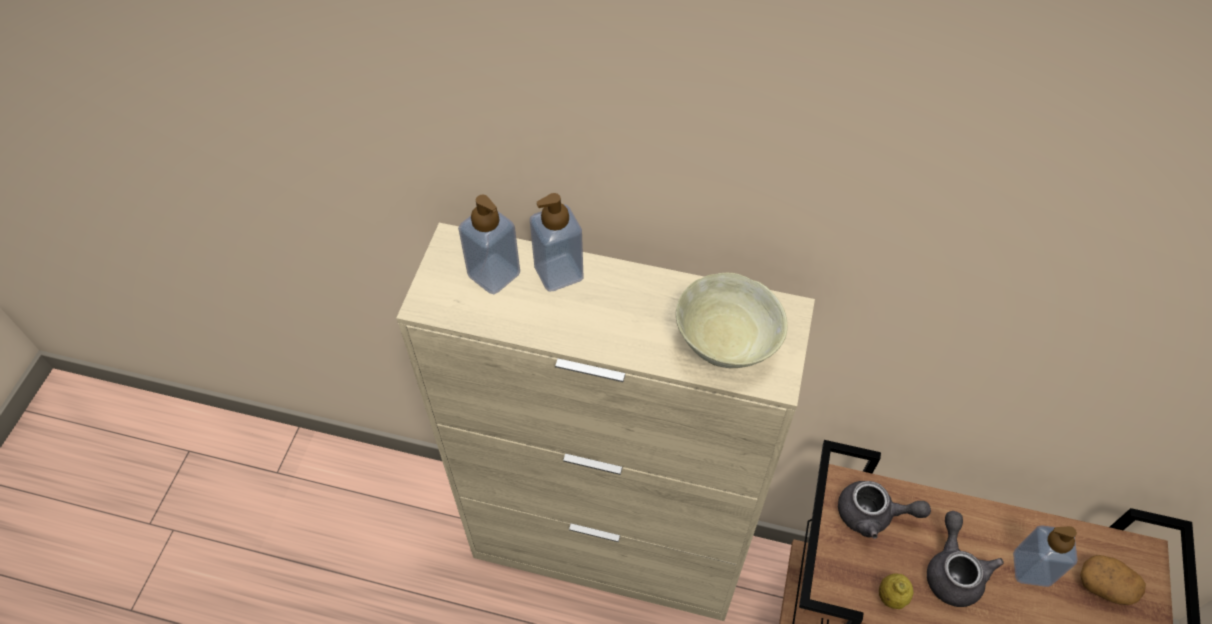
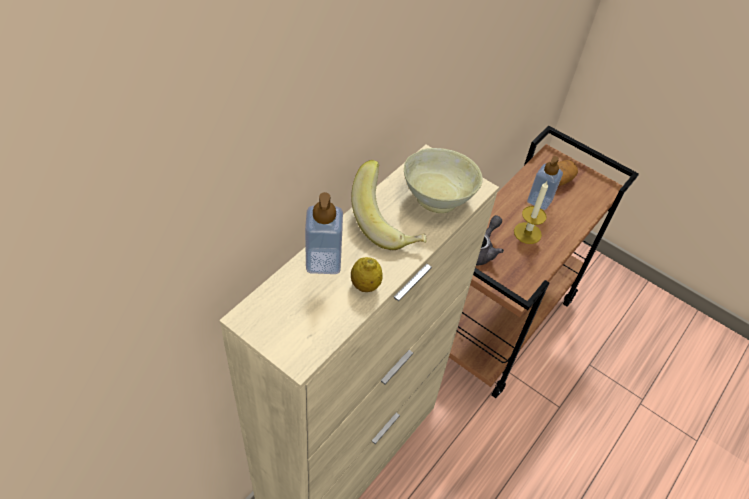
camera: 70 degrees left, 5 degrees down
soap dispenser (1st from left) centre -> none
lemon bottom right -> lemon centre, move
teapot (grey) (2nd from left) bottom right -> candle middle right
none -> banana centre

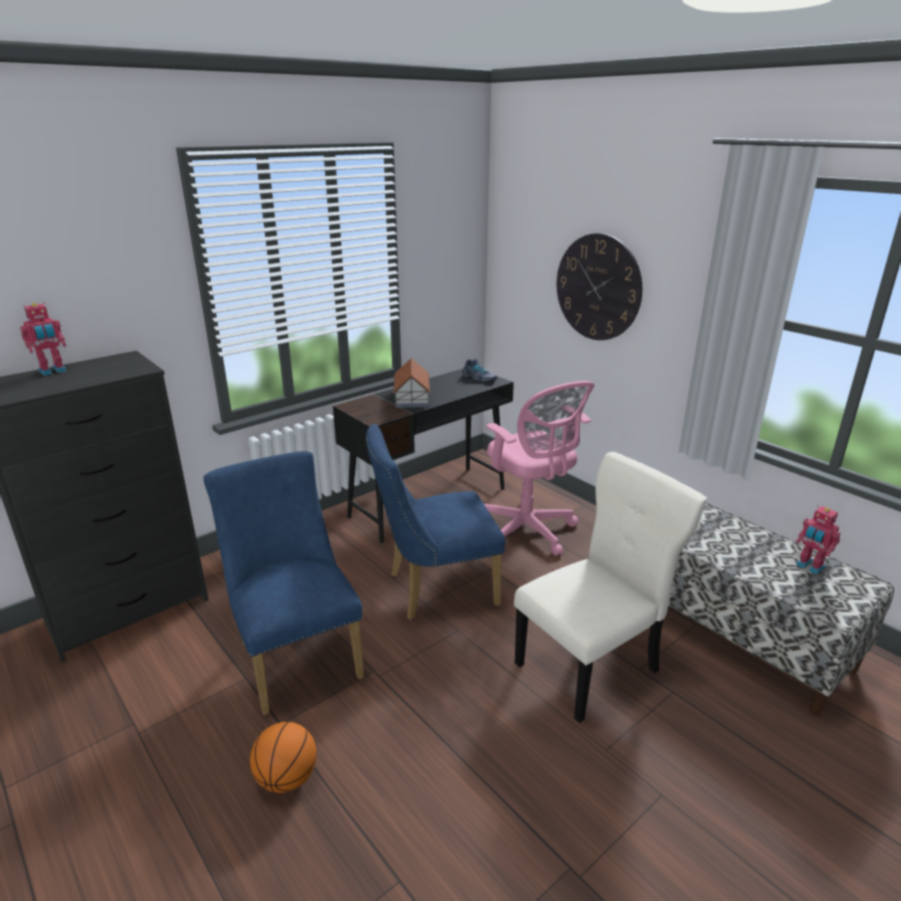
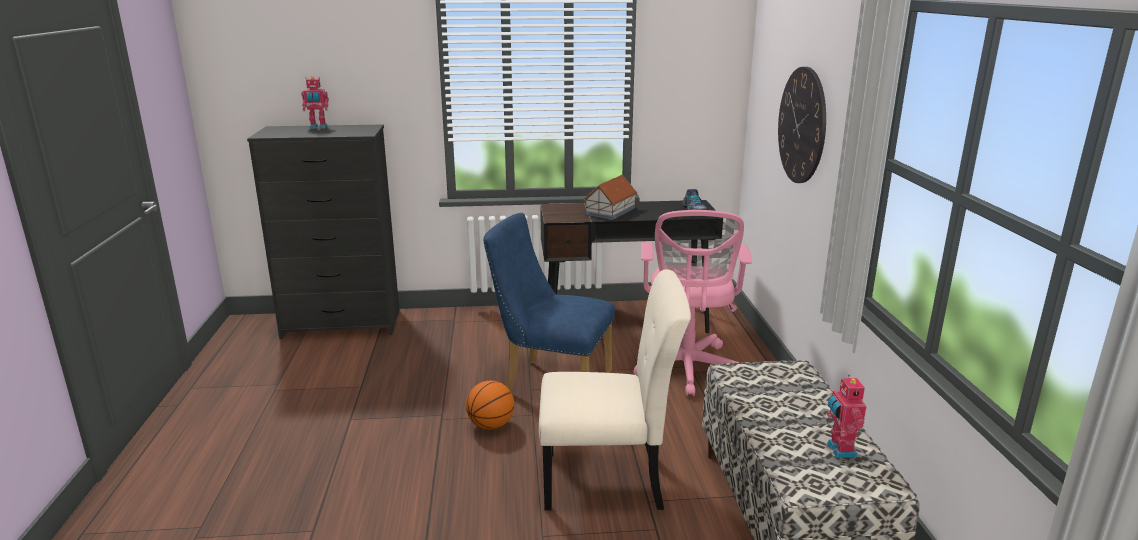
camera: 35 degrees right, 5 degrees down
chair (blue) (1st from left) middle left -> none
basketball bottom left -> basketball bottom centre, move

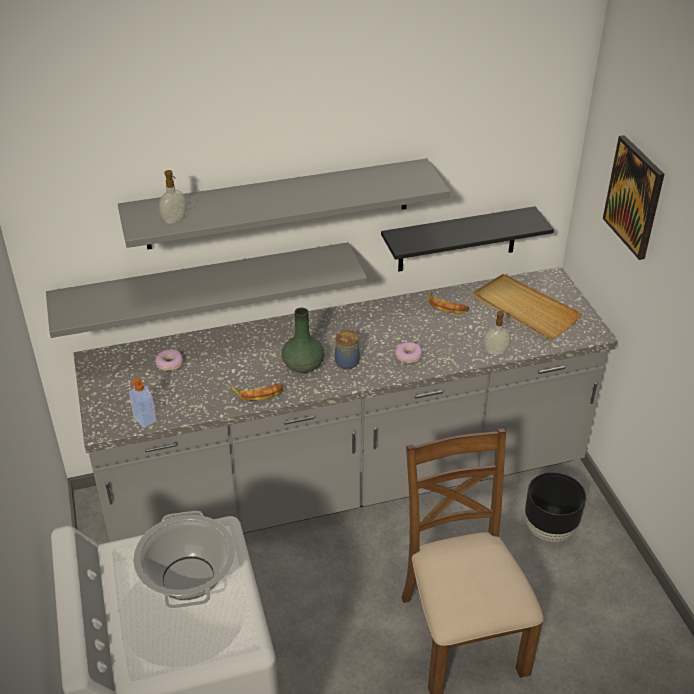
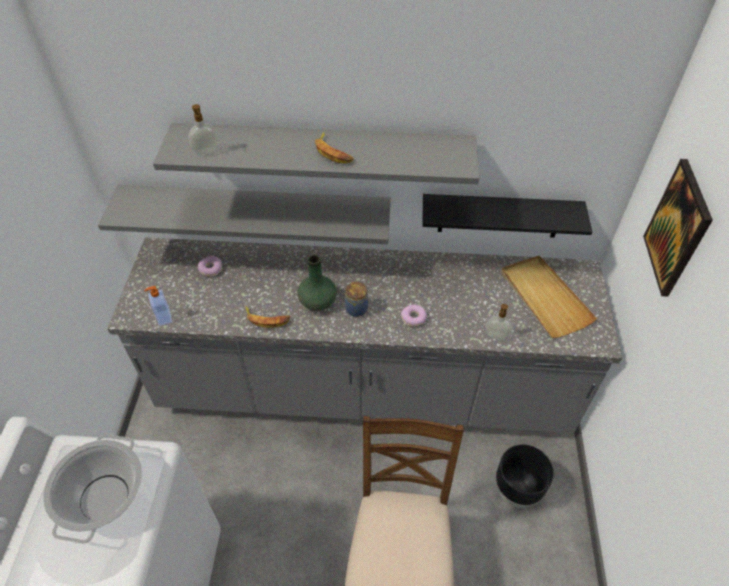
camera: 20 degrees right, 10 degrees up
banana (2nd from left) centre -> banana (2nd from left) top centre, move

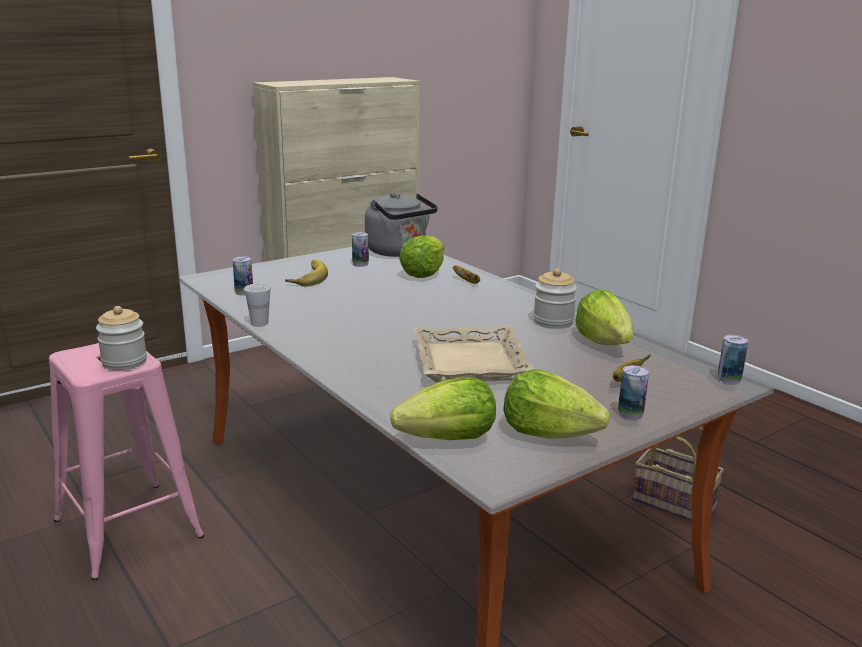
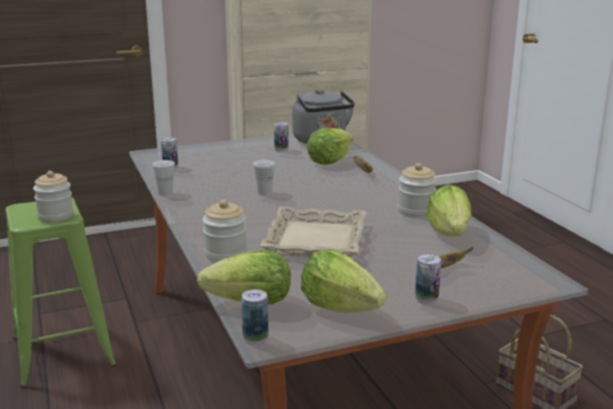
camera: 15 degrees right, 0 degrees up
stool (pink) bottom left -> stool (green) bottom left
banana (1st from left) centre -> none
can (4th from left in the first image) middle right -> can (2nd from left) bottom centre, move
none -> jar (2nd from left) centre
none -> cup (white) (2nd from left) centre

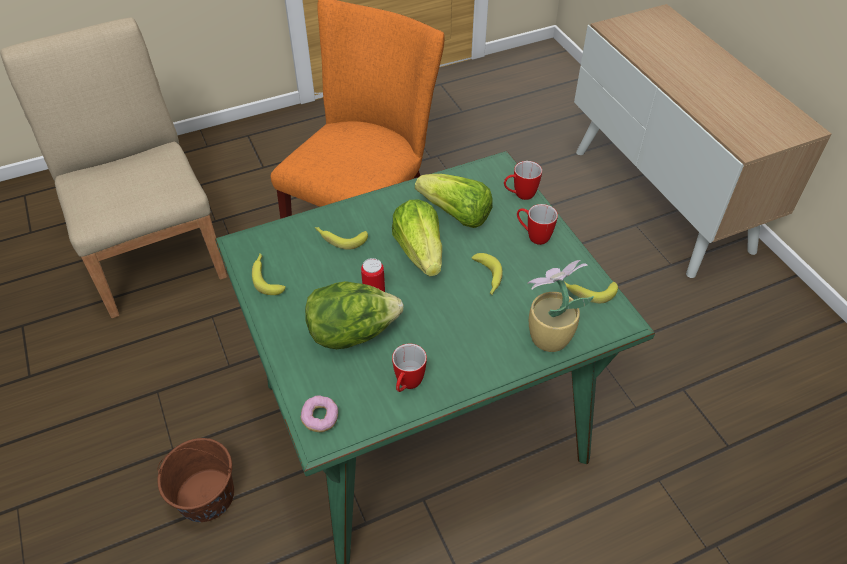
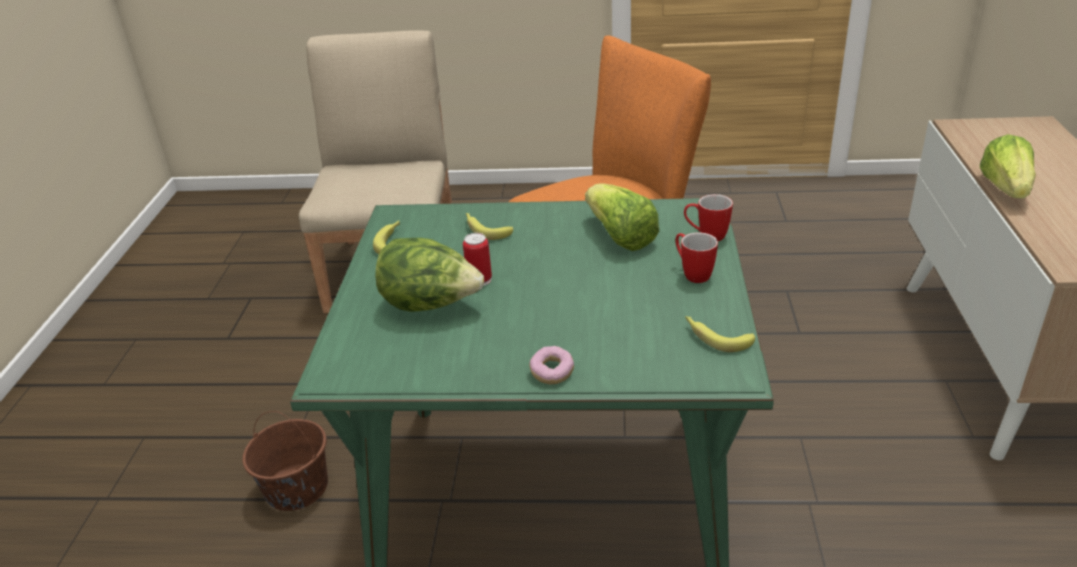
camera: 30 degrees right, 15 degrees down
donut bottom centre -> donut centre, move
lettuce (2nd from left in the first image) centre -> lettuce (3rd from left) top right, move
mug (1st from left) centre -> none
banana (3rd from left) centre -> none
potted plant centre -> none

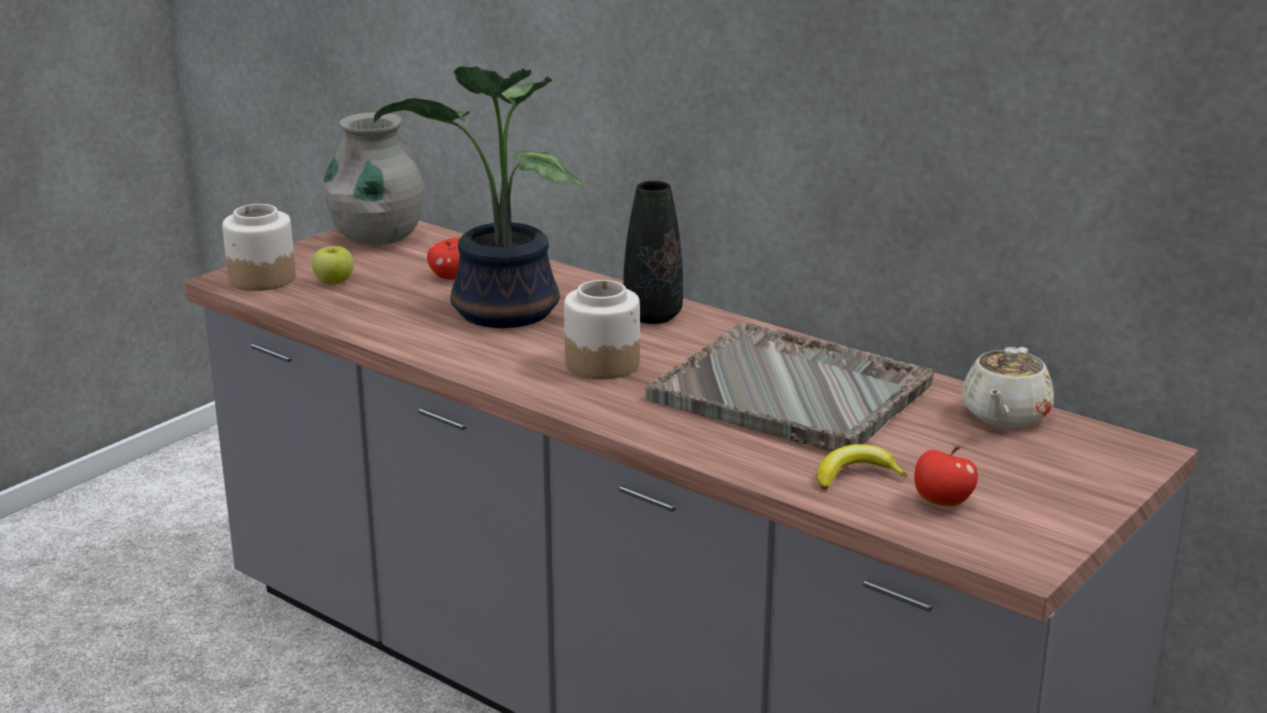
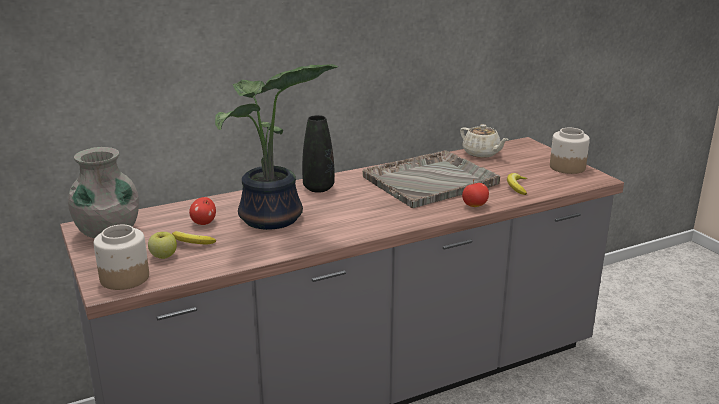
camera: 65 degrees left, 0 degrees up
jar (2nd from left) centre -> jar (2nd from left) middle right, move
apple (3rd from left) bottom right -> apple (3rd from left) centre, move
none -> banana (1st from left) middle left

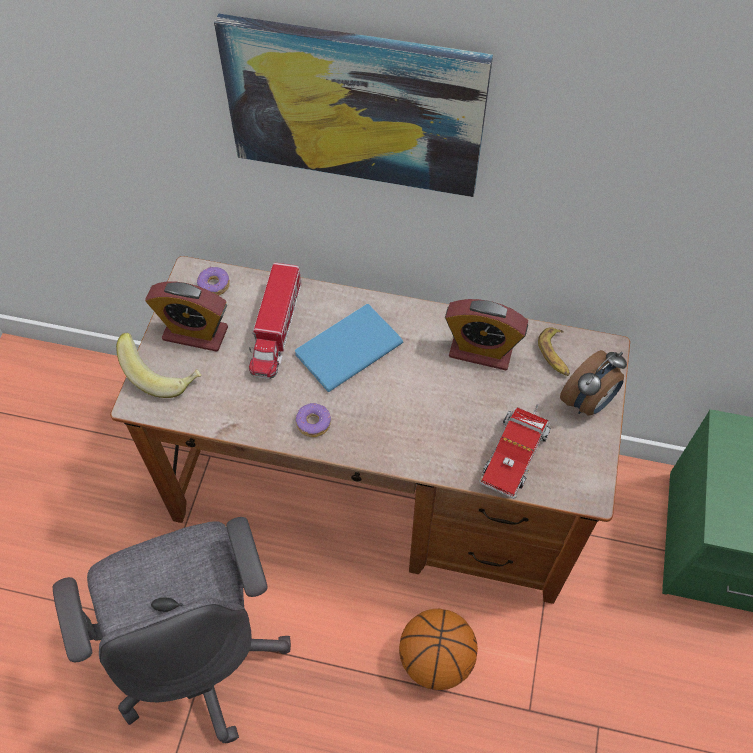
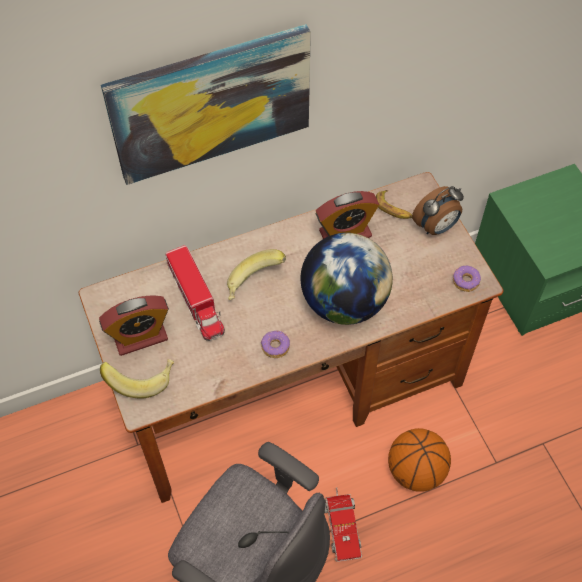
camera: 35 degrees left, 0 degrees up
donut (1st from left in the first image) middle left -> donut (2nd from left) middle right, move
book (blue) centre -> banana (2nd from left) centre
toy truck (2nd from left) middle right -> toy truck (2nd from left) bottom centre, move
alarm clock (3rd from left) middle right, 45 degrees clockwise
none -> globe centre

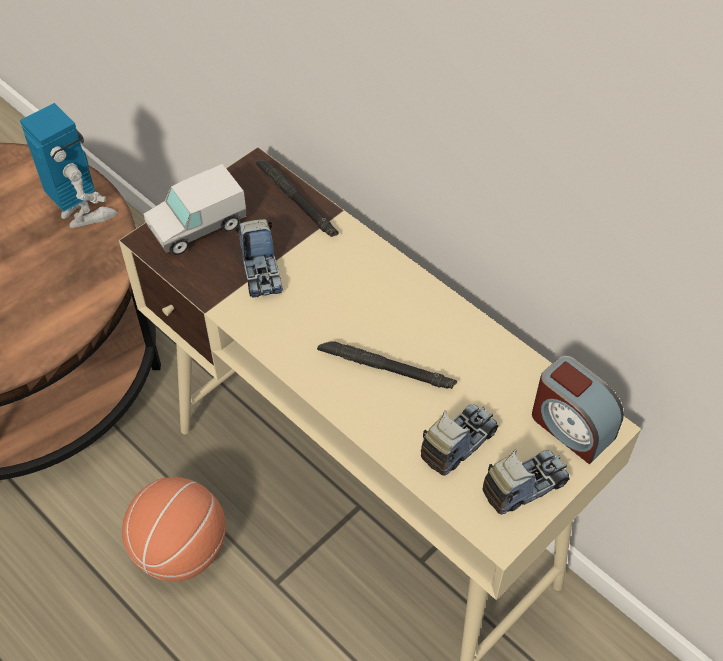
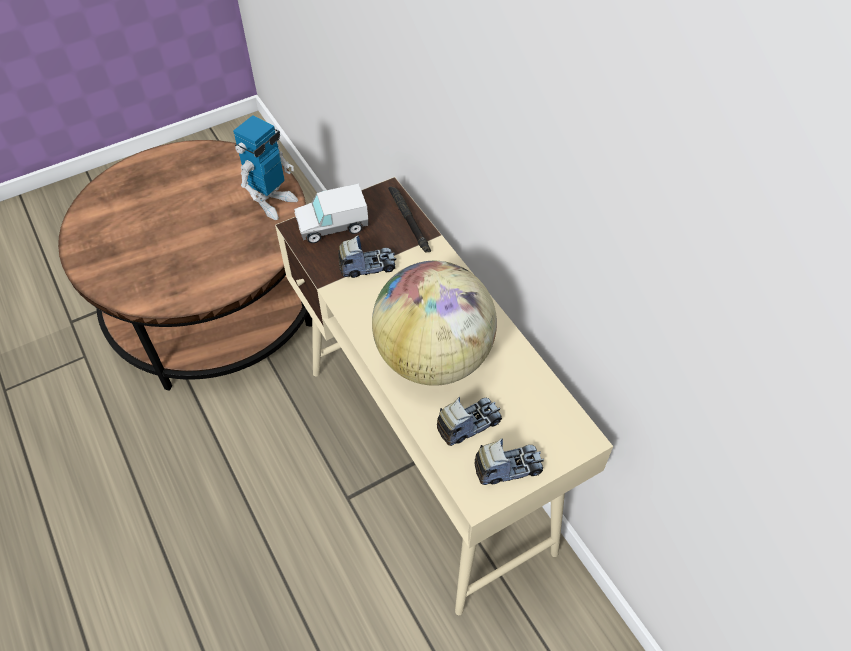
camera: 15 degrees right, 0 degrees up
toy robot top left, 60 degrees clockwise
basketball bottom left -> none
toy truck (2nd from left) centre, 105 degrees counterclockwise
flashlight (black) (2nd from left) centre -> globe centre
alarm clock middle right -> none

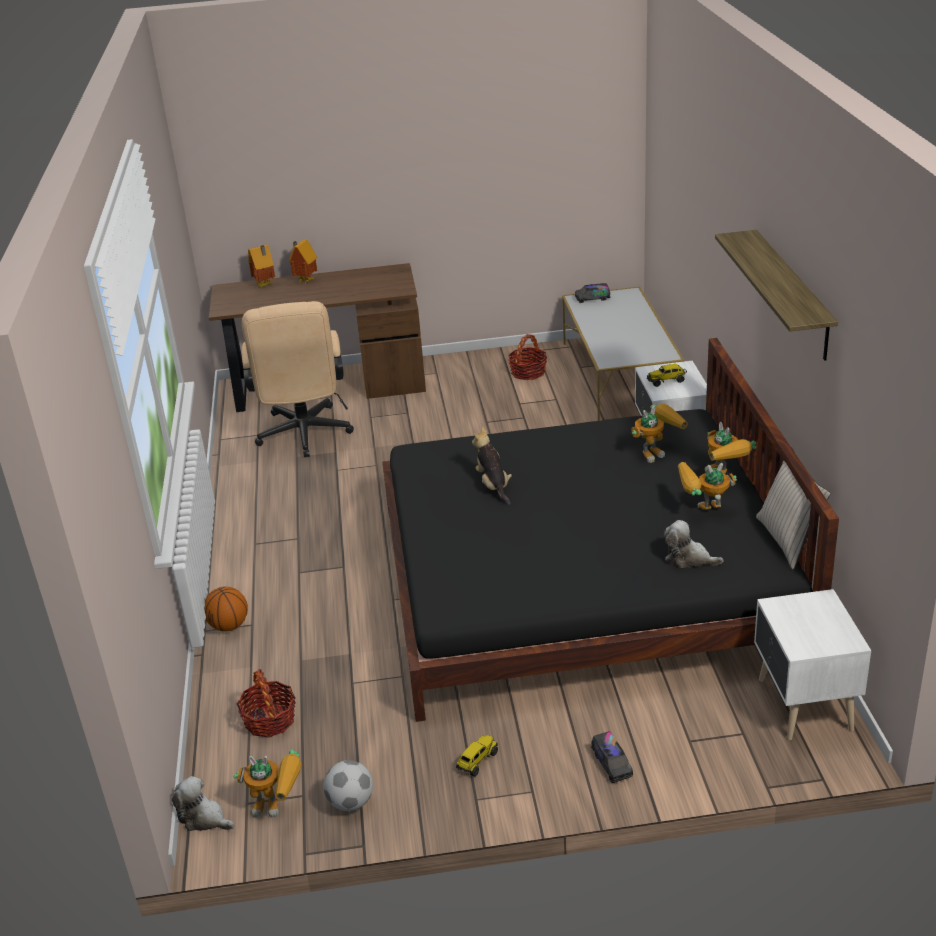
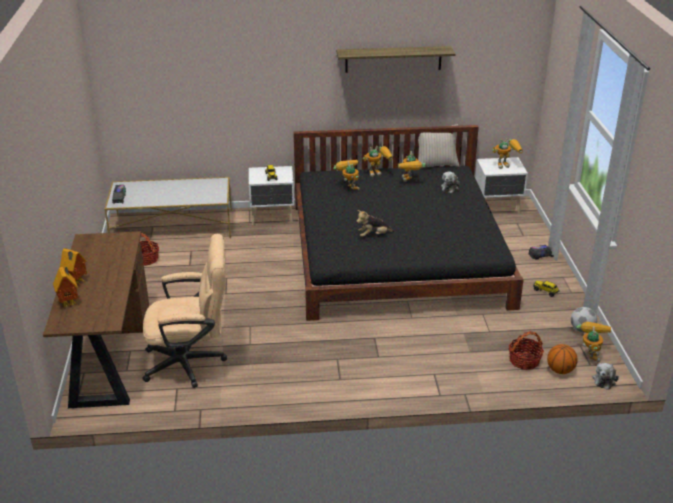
camera: 90 degrees left, 0 degrees up
basketball middle left -> basketball bottom right, move
none -> toy robot (4th from left) top right

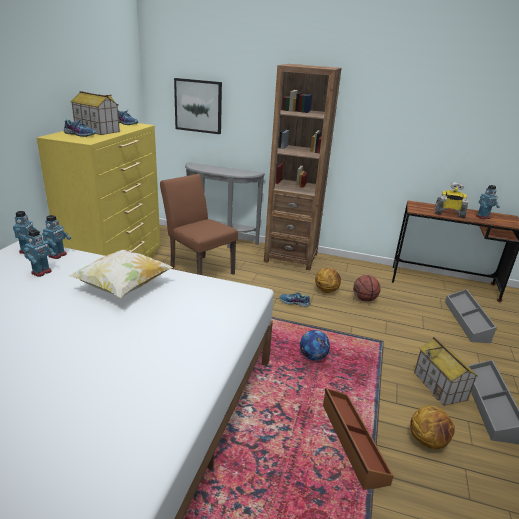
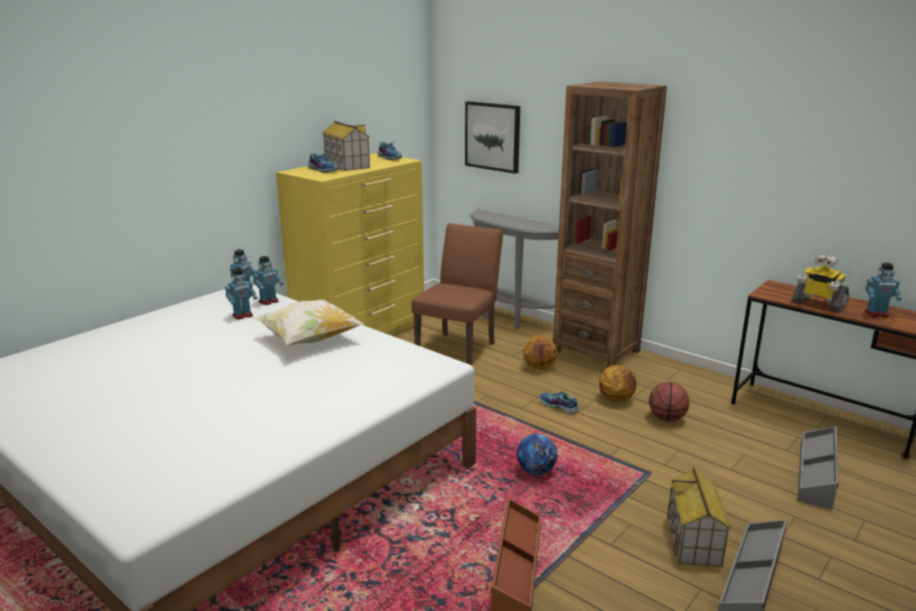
camera: 25 degrees right, 5 degrees down
chair (brown) centre, 45 degrees clockwise
basketball (3rd from left in the first image) bottom right -> basketball (1st from left) centre, move

